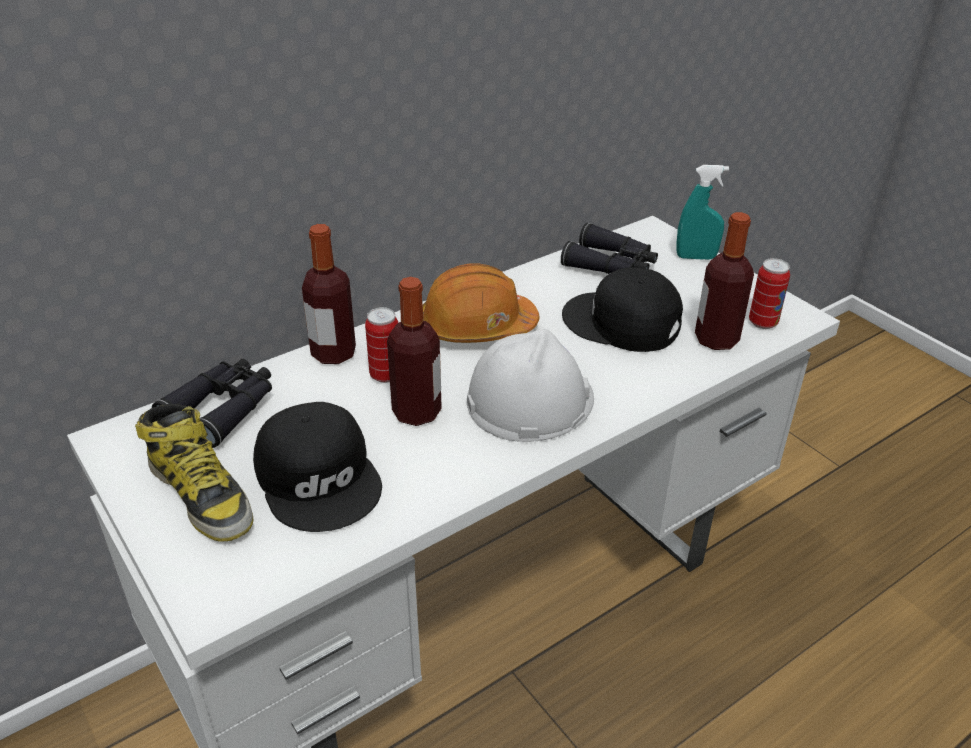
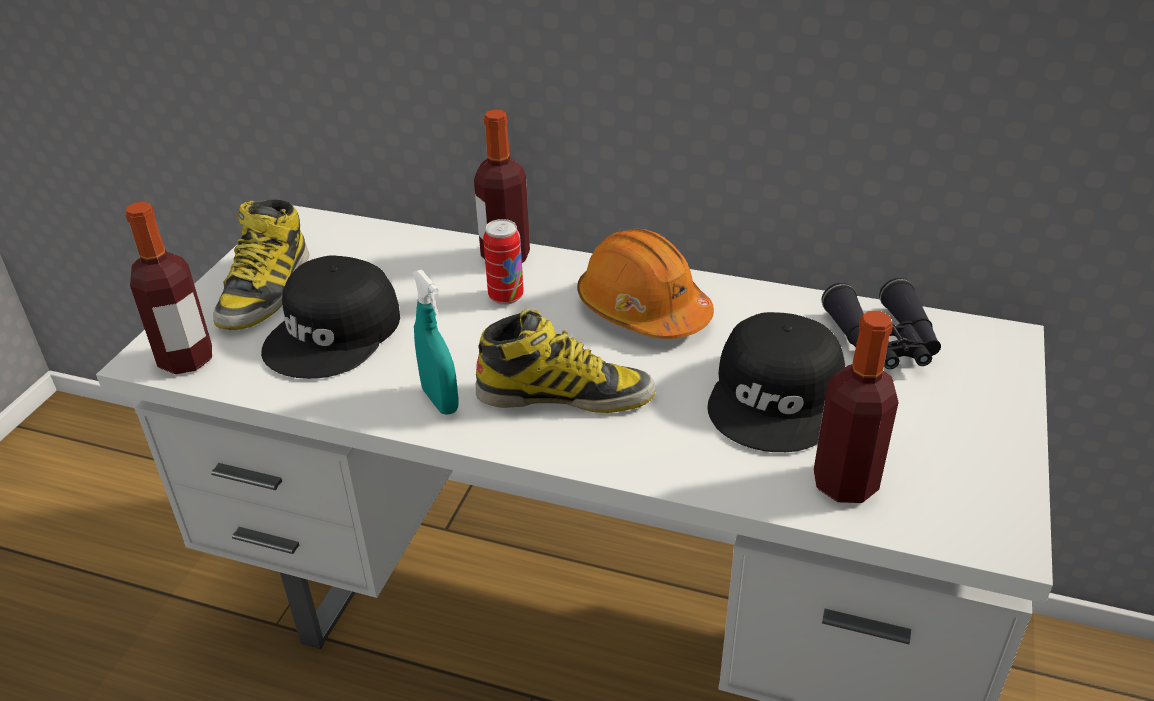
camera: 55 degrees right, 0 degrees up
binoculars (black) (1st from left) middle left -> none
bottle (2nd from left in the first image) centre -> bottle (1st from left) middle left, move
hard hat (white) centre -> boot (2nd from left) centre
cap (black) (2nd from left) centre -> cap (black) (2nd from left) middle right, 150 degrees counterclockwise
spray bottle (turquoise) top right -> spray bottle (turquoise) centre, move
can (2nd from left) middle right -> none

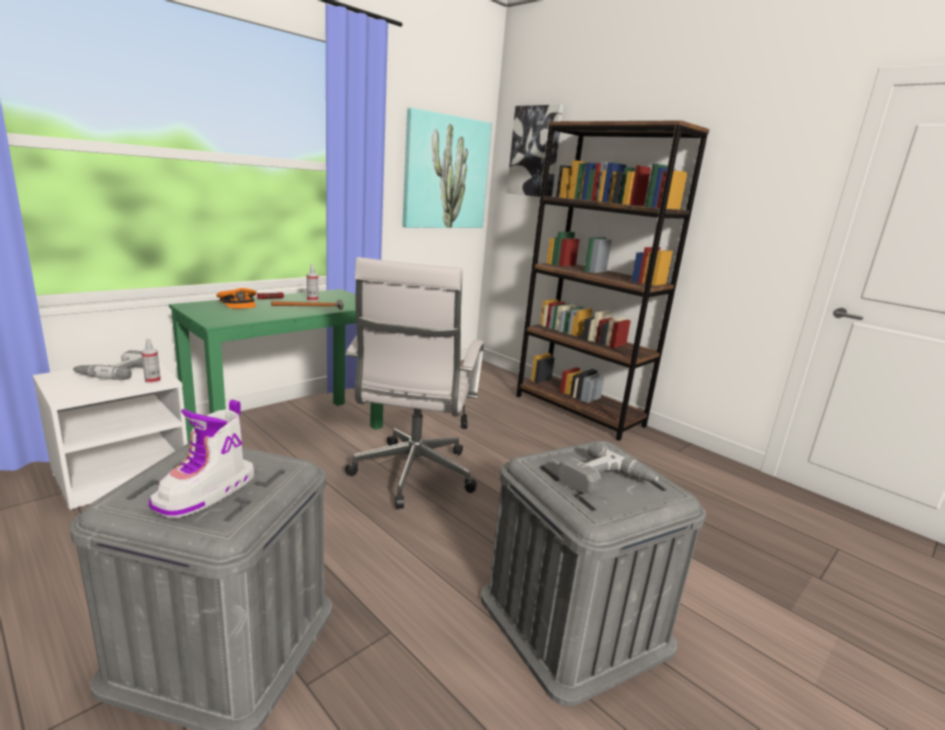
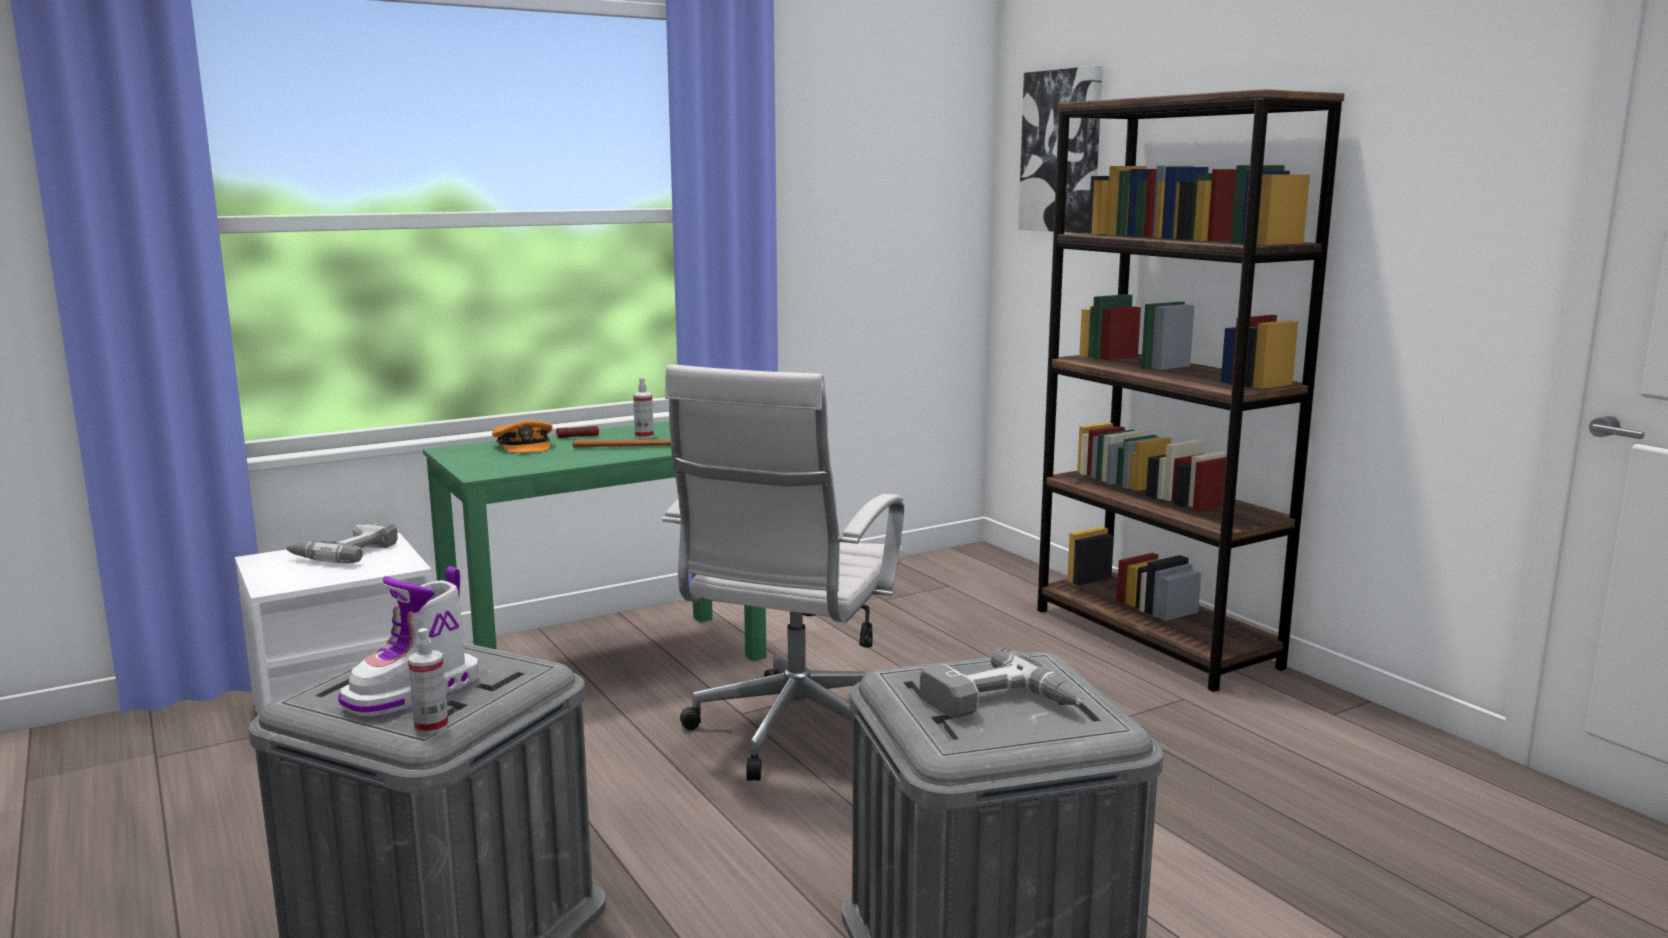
camera: 15 degrees right, 5 degrees down
spray bottle (1st from left) middle left -> spray bottle (1st from left) bottom left, move
picture (1st from left) top centre -> none

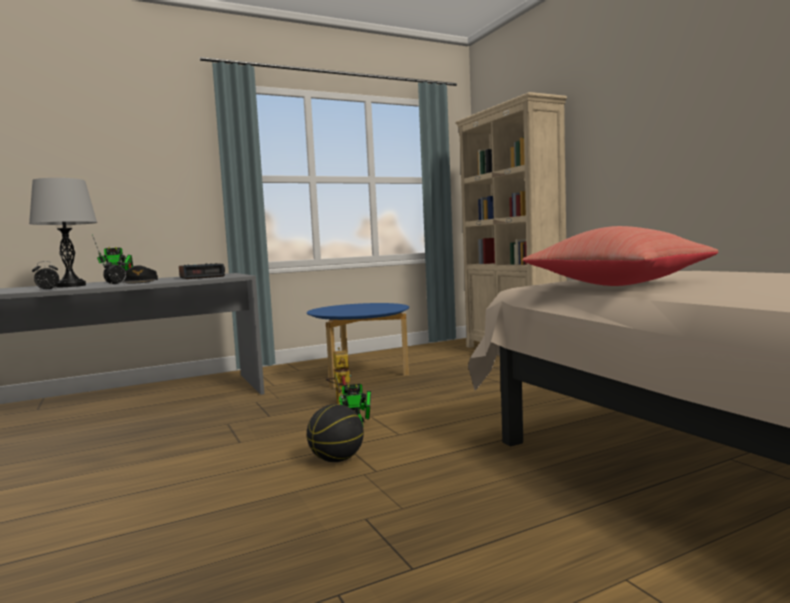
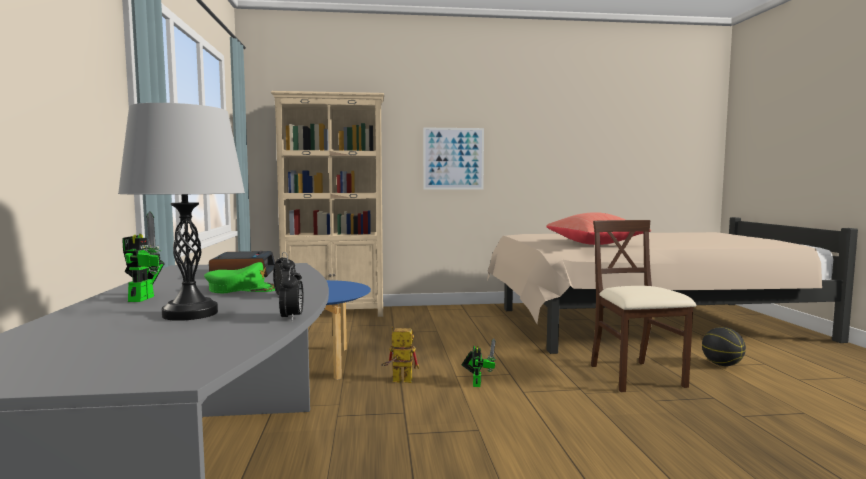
camera: 70 degrees left, 0 degrees up
cap (black) middle left -> cap (green) middle left
basketball bottom centre -> basketball bottom right, move
none -> picture top centre
none -> chair (beige) middle right

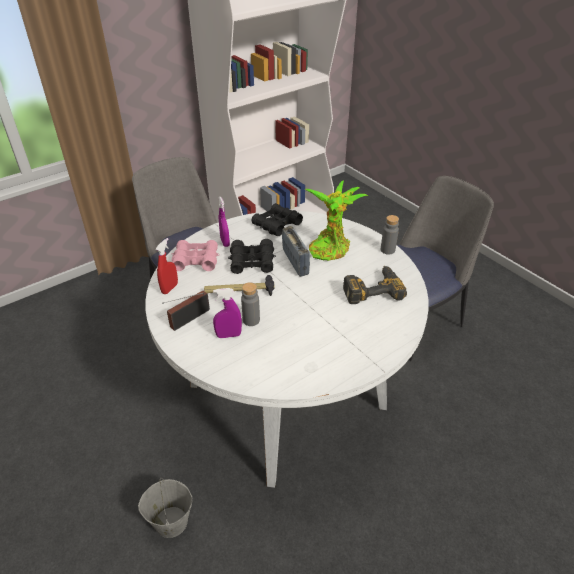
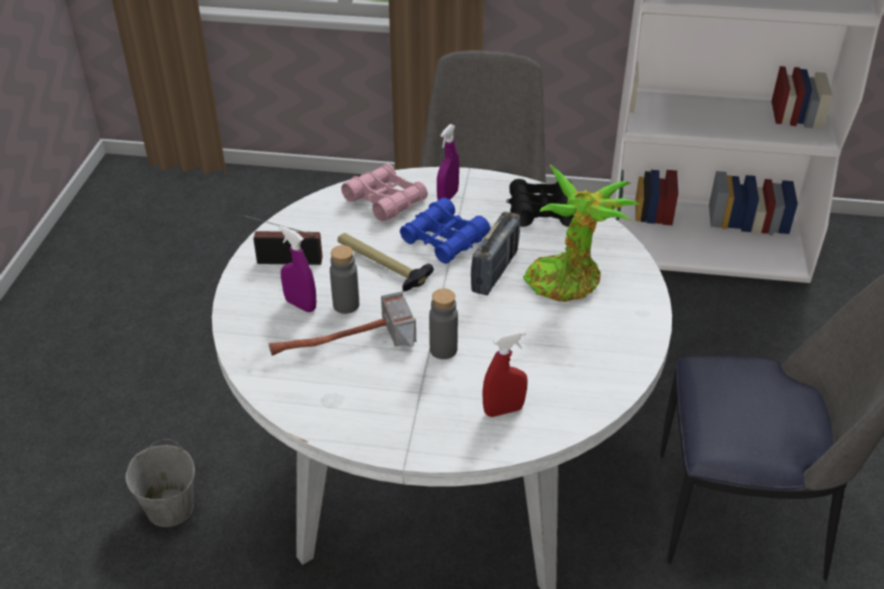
camera: 45 degrees right, 0 degrees up
spray bottle (red) middle left -> spray bottle (red) centre, move
binoculars (black) (1st from left) centre -> binoculars (blue) centre
power drill centre -> none
bottle (grey) (2nd from left) middle right -> bottle (grey) (2nd from left) centre, move
none -> hammer (1st from left) centre

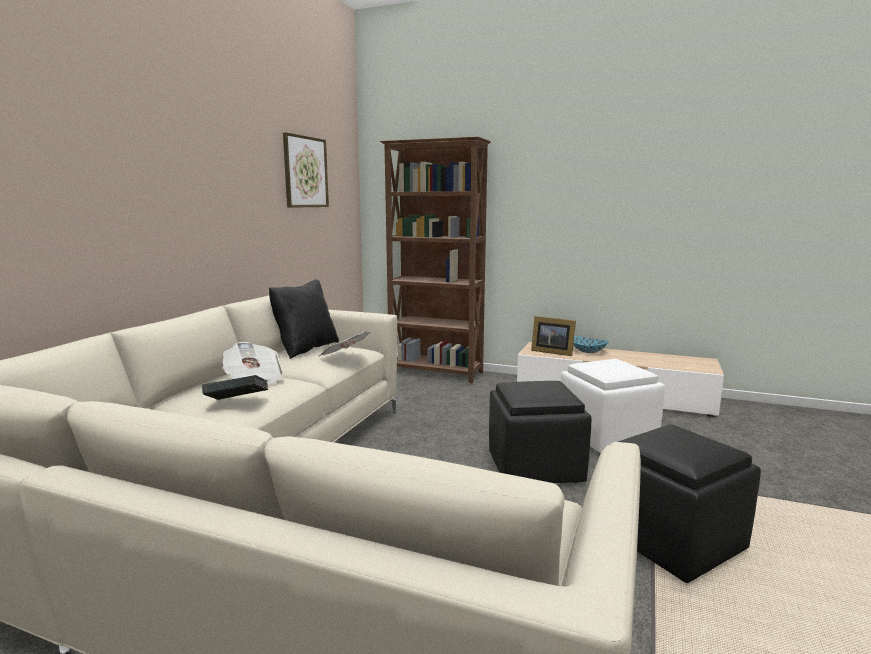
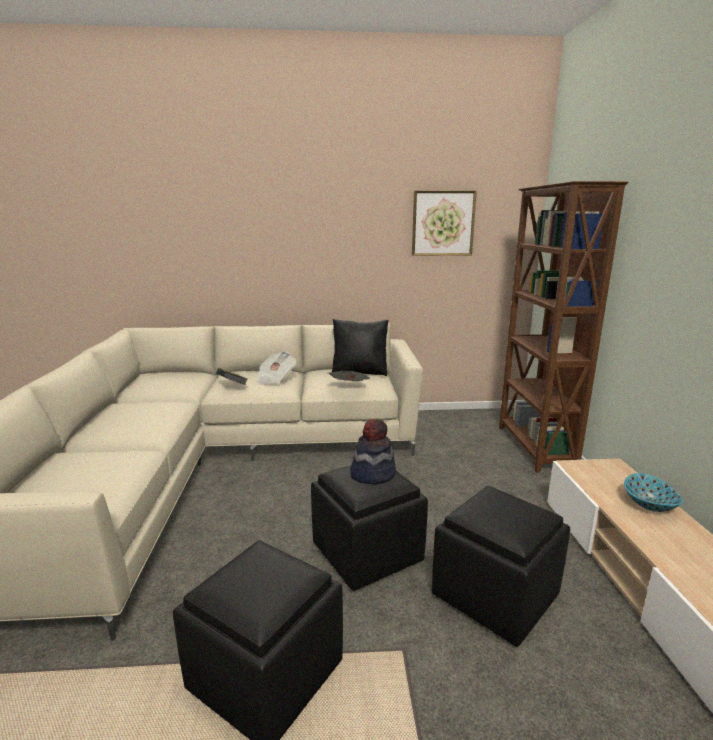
camera: 65 degrees right, 5 degrees up
picture frame centre -> none
ottoman (white) middle right -> ottoman (black) (3rd from left) bottom right
none -> hat centre

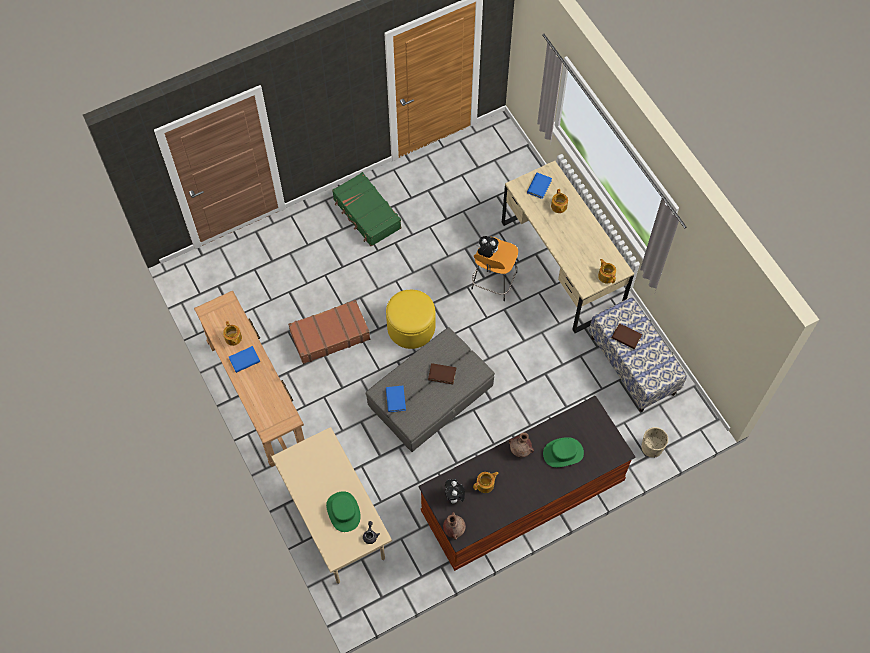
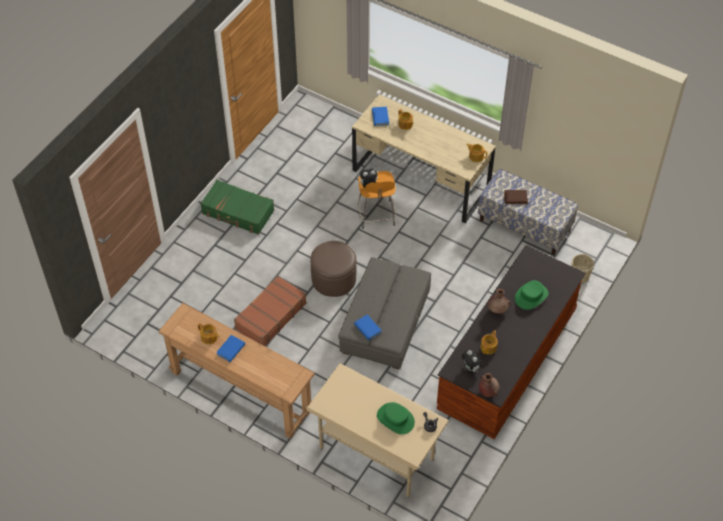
camera: 30 degrees left, 10 degrees down
ottoman (yellow) centre -> ottoman (brown) centre
book (brown) (1st from left) centre -> none

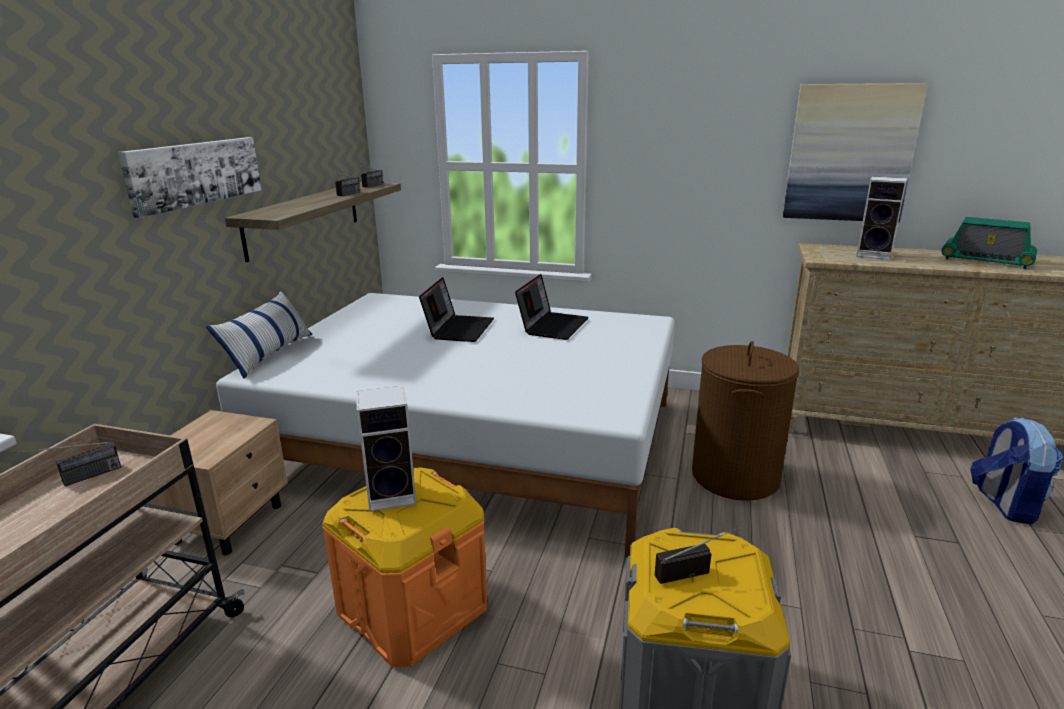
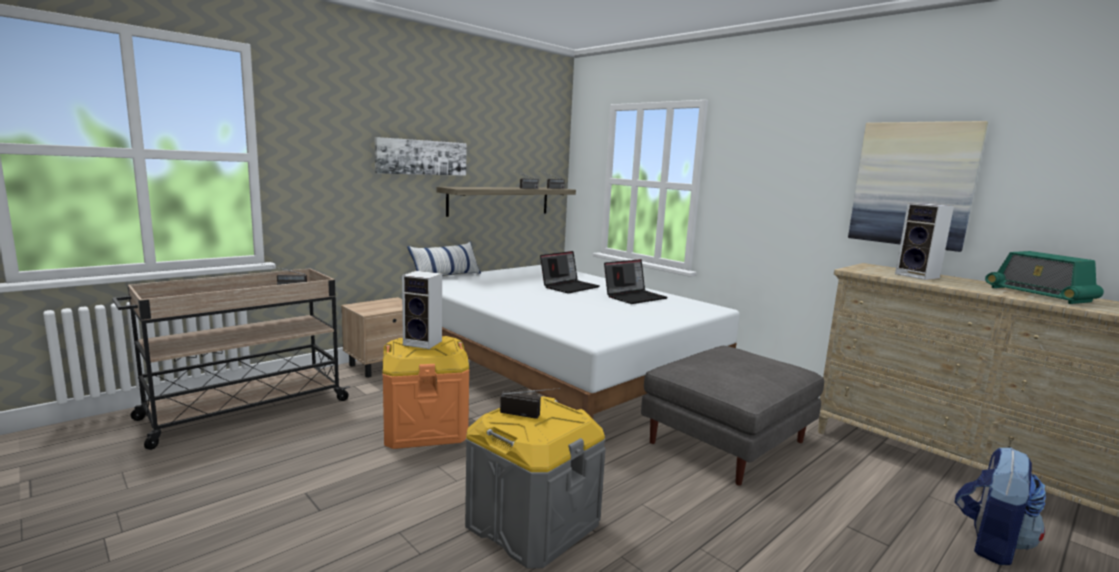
camera: 30 degrees right, 10 degrees down
laundry basket (brown) middle right -> ottoman (grey) bottom centre

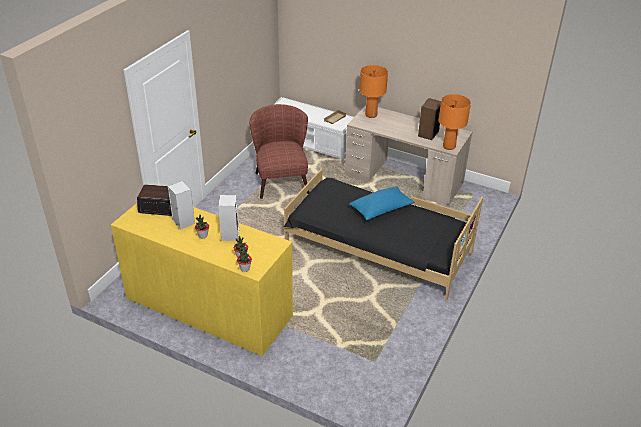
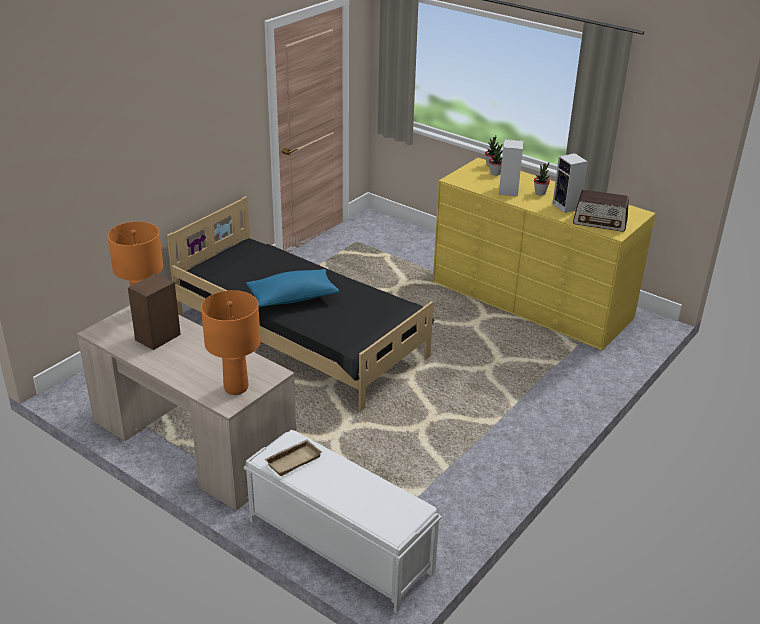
camera: 170 degrees left, 5 degrees down
armchair (brown) centre -> none

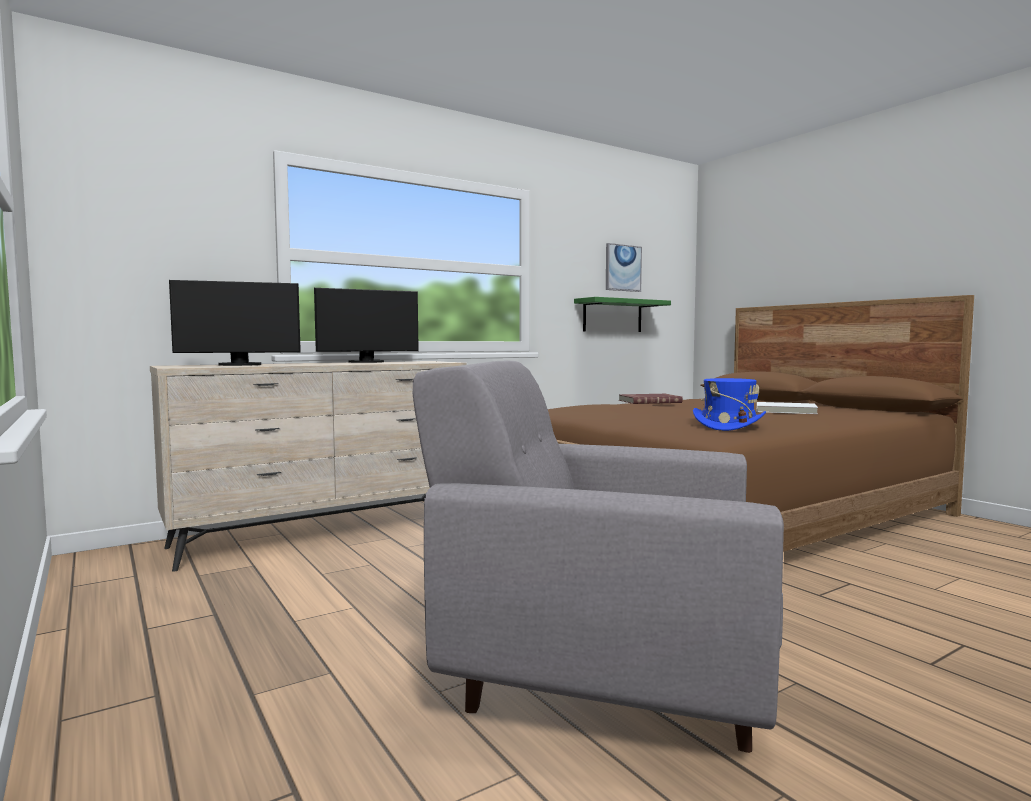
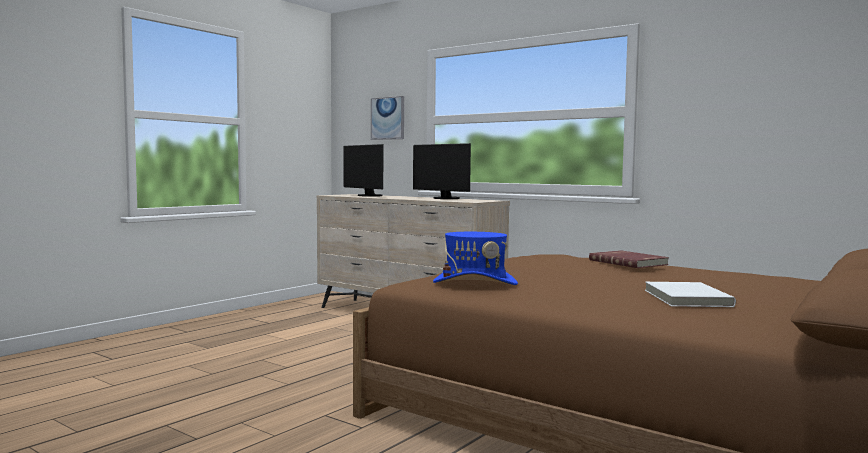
camera: 70 degrees right, 0 degrees up
armchair (grey) bottom centre -> none
shelf (green) centre -> none
picture centre -> picture top centre, move

